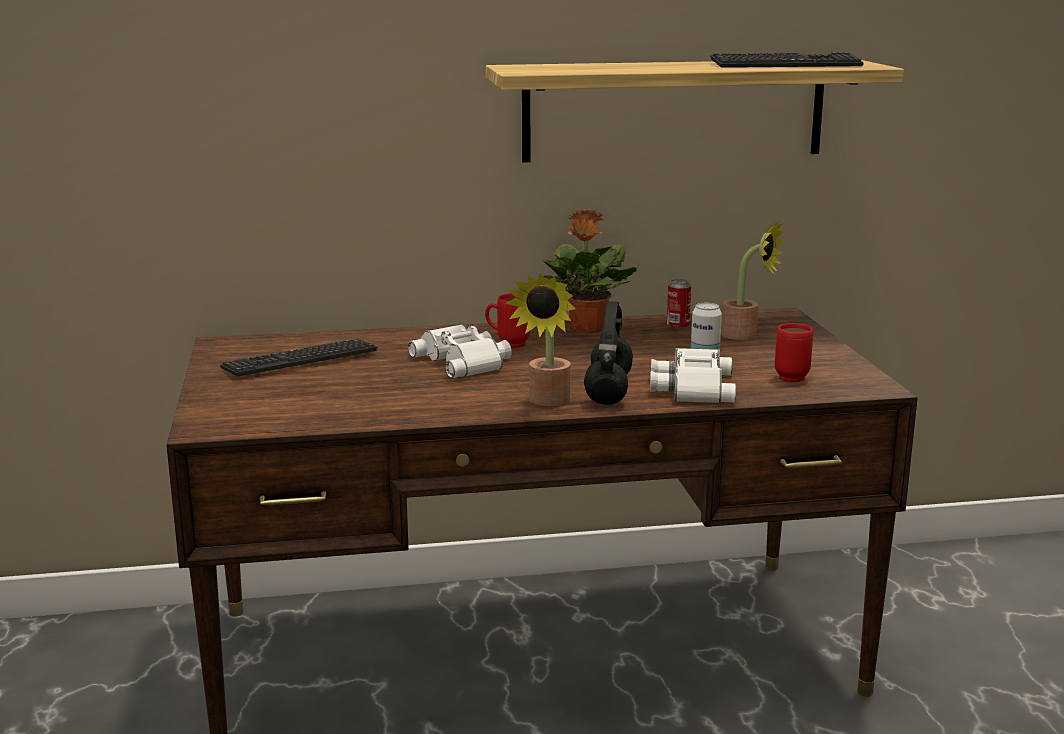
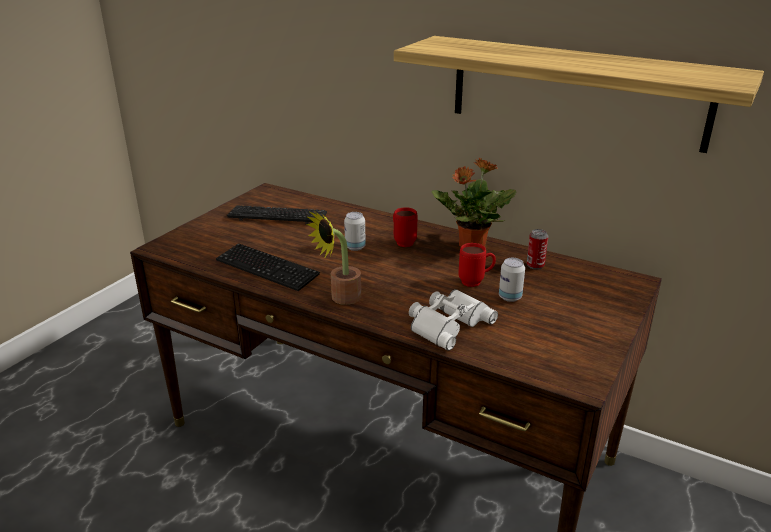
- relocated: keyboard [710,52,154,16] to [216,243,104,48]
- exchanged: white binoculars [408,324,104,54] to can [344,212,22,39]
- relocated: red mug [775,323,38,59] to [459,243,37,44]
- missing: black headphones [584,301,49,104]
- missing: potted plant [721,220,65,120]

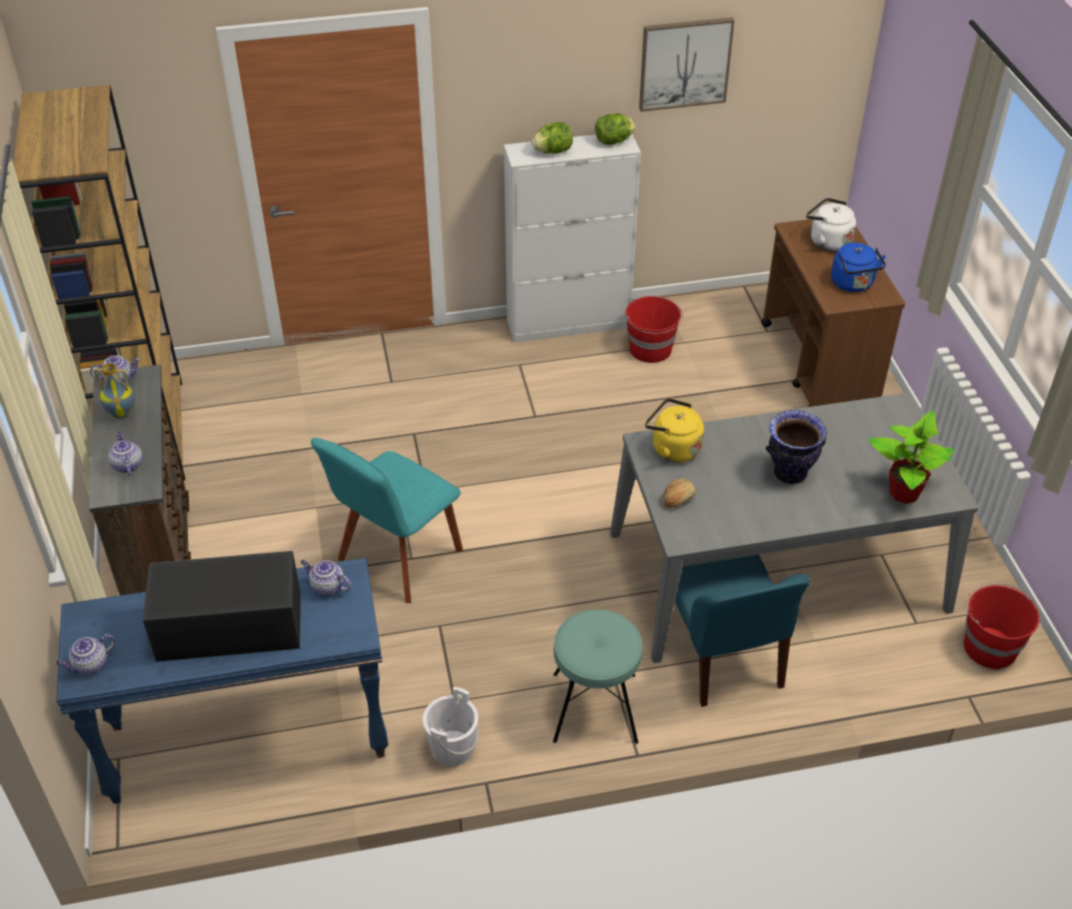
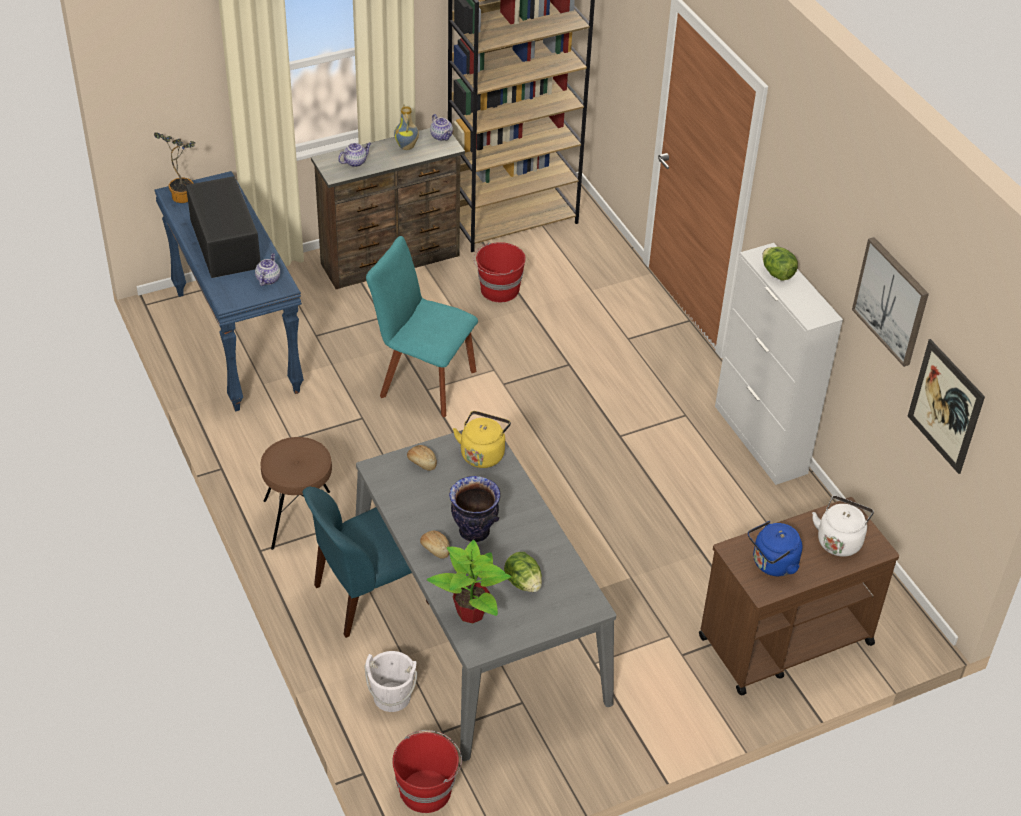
- exchanged: teapot [56,634,59,41] to potted plant [154,132,41,71]
- colour: turquoise stool [553,610,90,134] to brown stool [261,437,71,113]
- relocated: white bucket [423,687,56,79] to [365,651,52,61]
- appeared: bread [420,531,30,27]
- relocated: red bucket [626,296,57,67] to [474,242,52,60]
- relocated: lettuce [595,113,41,32] to [504,552,38,40]
- appeared: picture [908,339,77,135]

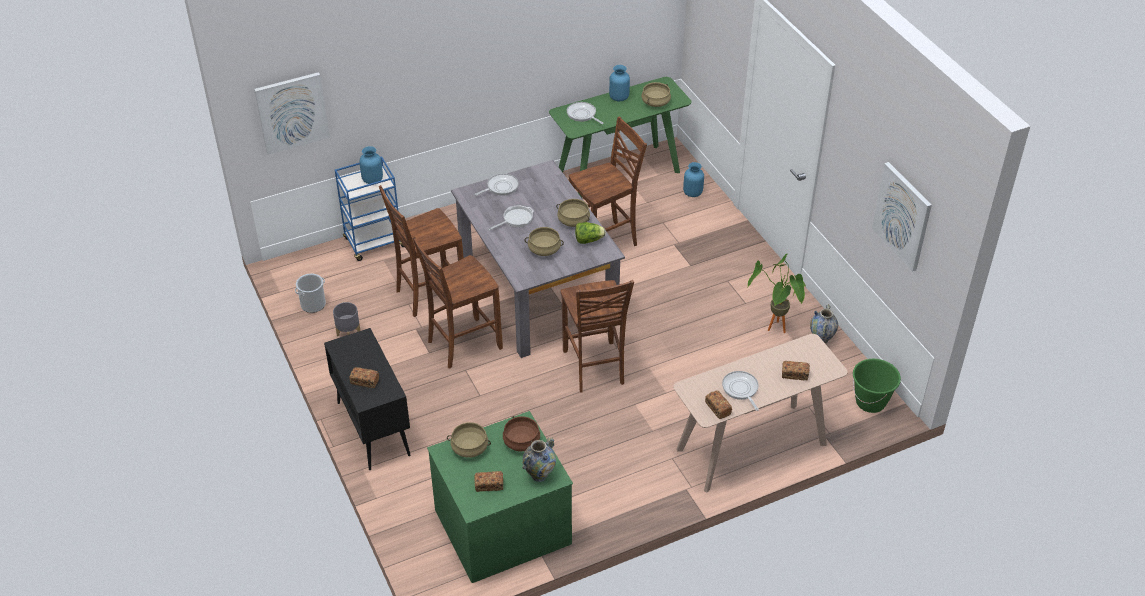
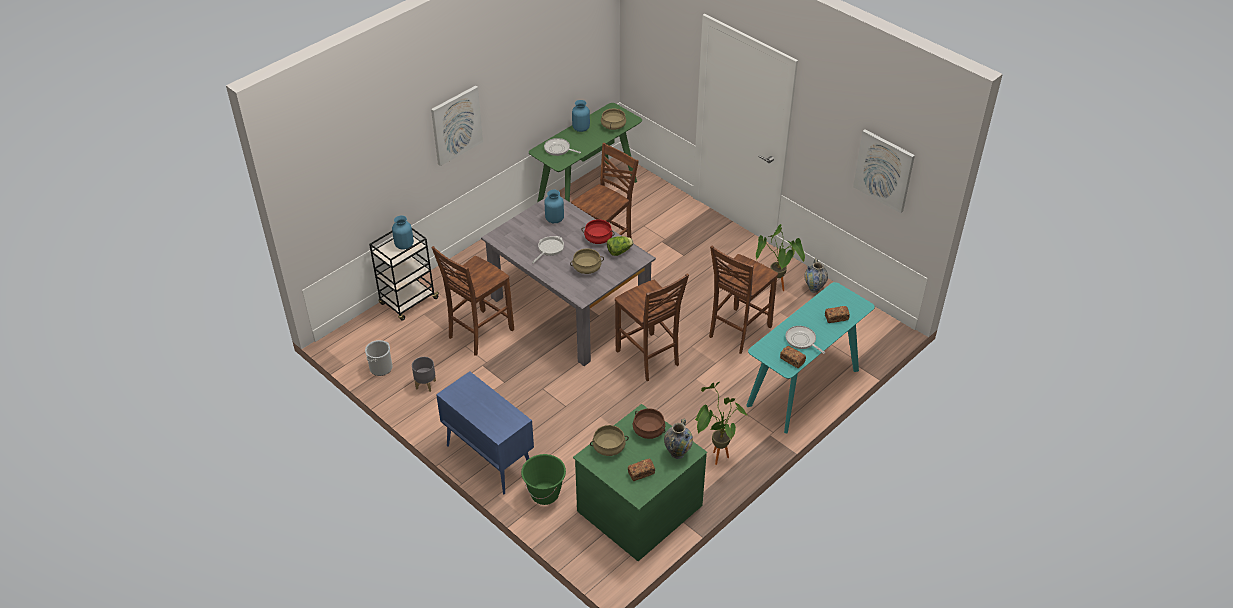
- colour: blue cart [335,156,69,105] to black cart [369,228,71,93]
- relocated: picture [254,72,76,82] to [431,86,52,80]
- colour: black cabinet [324,328,87,142] to blue cabinet [436,371,98,123]
- relocated: green bucket [853,359,48,54] to [521,454,45,51]
- relocated: blue vase [683,162,21,35] to [545,190,19,33]
- colour: beige cooking pot [556,199,34,28] to red cooking pot [582,219,32,25]
- appeared: potted plant [695,382,53,83]
- relocated: brown chair [412,235,91,134] to [709,246,69,108]
- colour: beige console table [673,334,175,159] to turquoise console table [746,282,129,151]
- missing: bread [349,367,30,21]
- missing: frying pan [475,173,44,23]

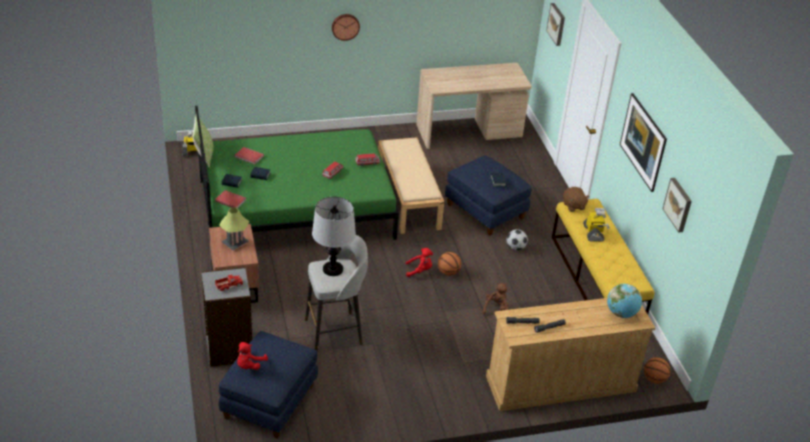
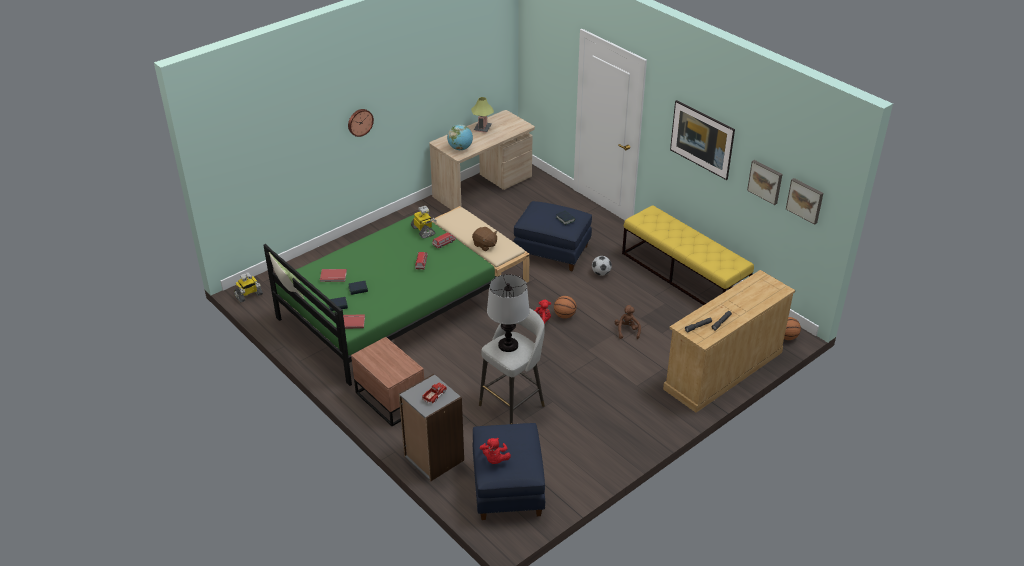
- relocated: toy robot [583,208,27,34] to [411,206,26,33]
- relocated: globe [607,284,35,34] to [447,125,26,25]
- relocated: table lamp [219,207,30,44] to [471,97,23,36]
- relocated: brown plush toy [563,187,27,25] to [472,227,25,24]
- relocated: picture [546,3,19,43] to [786,178,37,47]

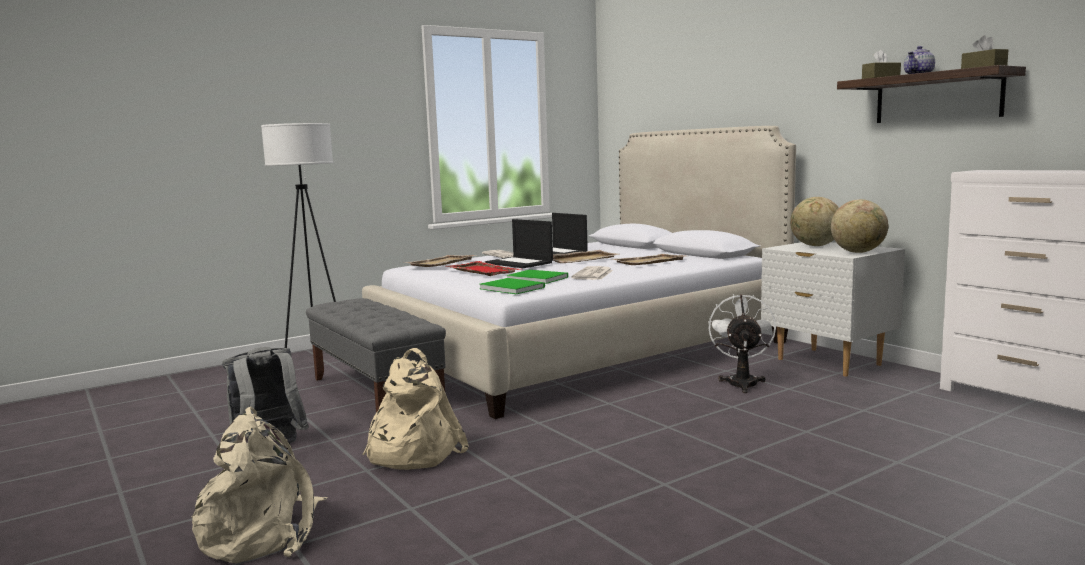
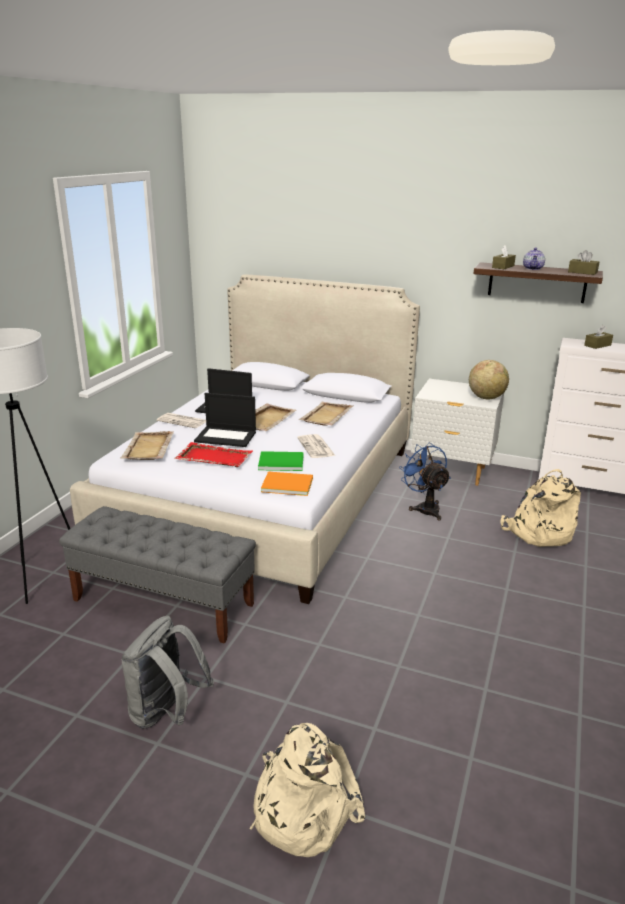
- colour: green book [480,278,65,16] to orange book [261,471,52,25]
- colour: white fan [709,294,67,99] to blue fan [399,442,52,79]
- relocated: beige backpack [362,348,106,122] to [501,469,80,78]
- appeared: brown tissue box [584,325,29,24]
- missing: globe [790,197,49,49]

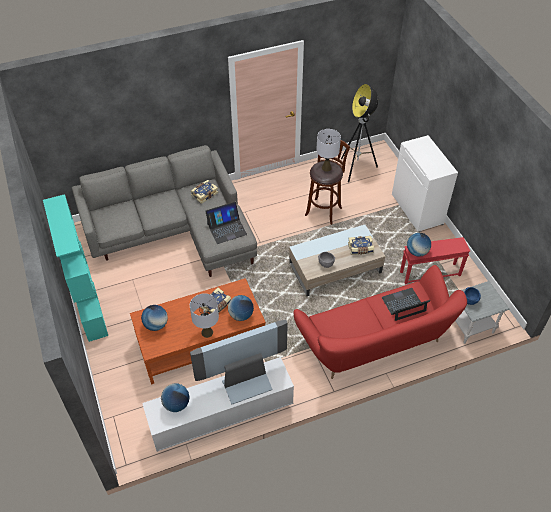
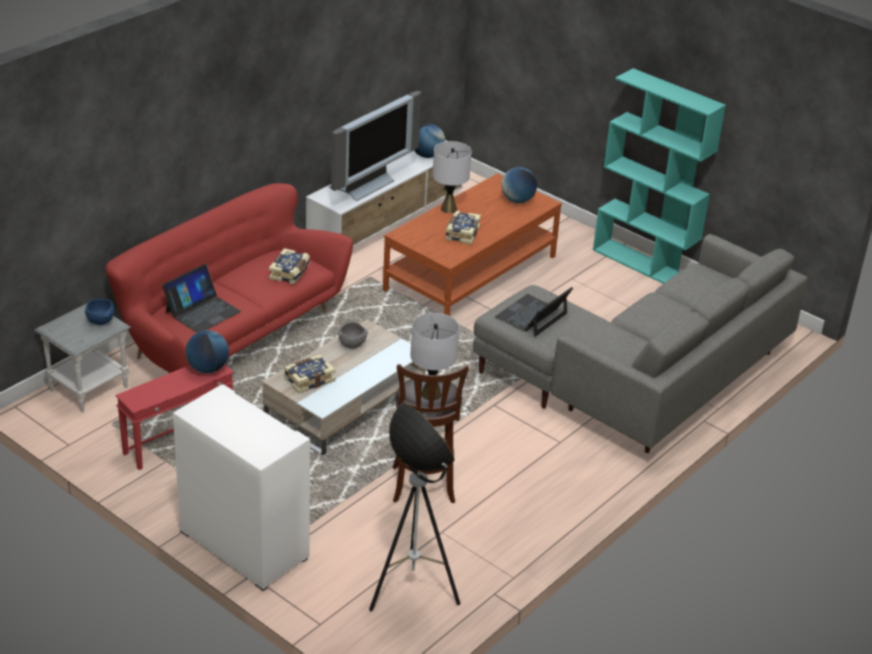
- relocated: book [191,180,27,24] to [269,248,41,37]
- missing: globe [228,295,26,26]

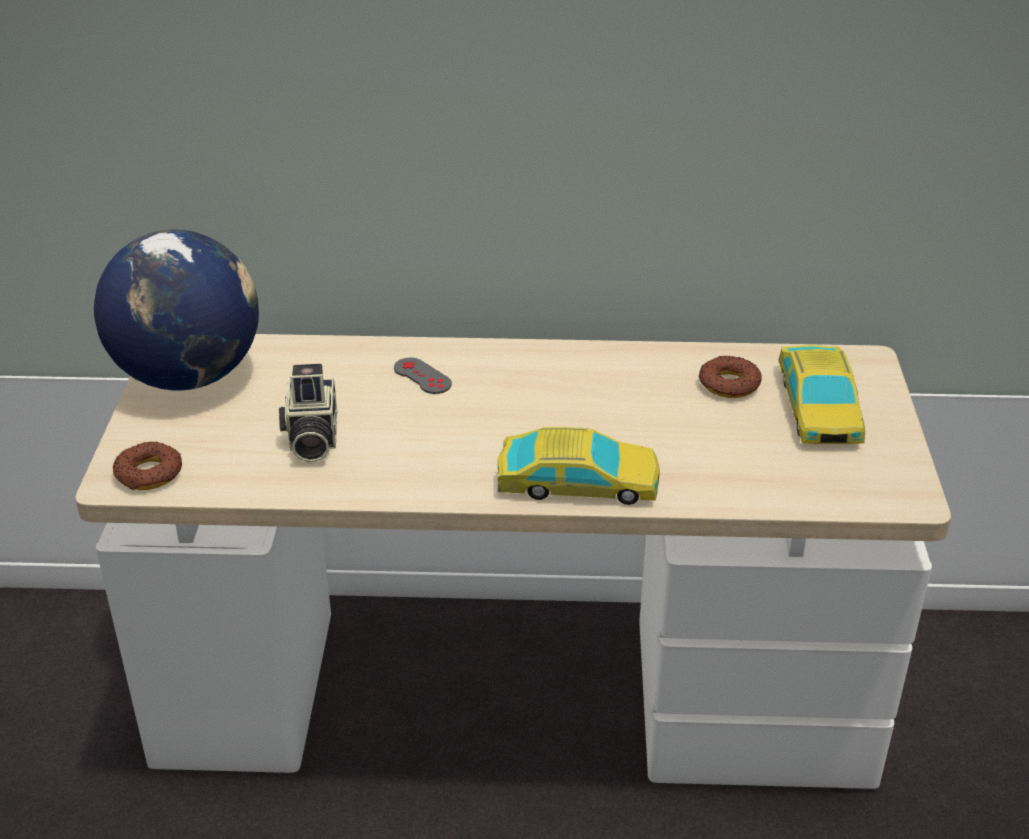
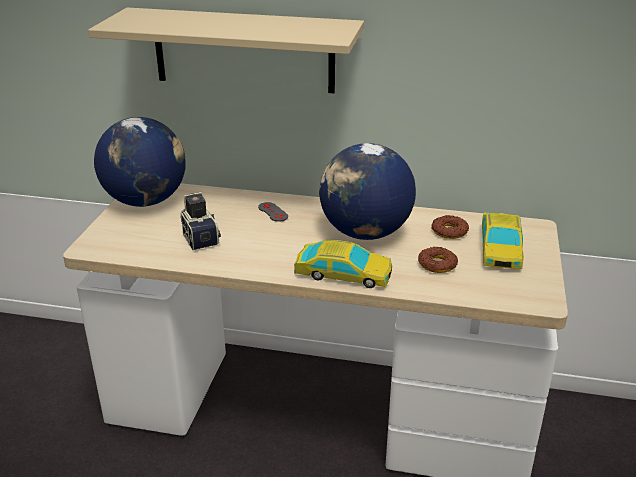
- appeared: beige shelf [88,8,276,85]
- spun: photo camera [279,364,59,98] = [180,192,41,58] 150 degrees clockwise
- appeared: globe [319,143,97,97]
- relocated: donut [113,441,69,49] to [418,247,40,26]

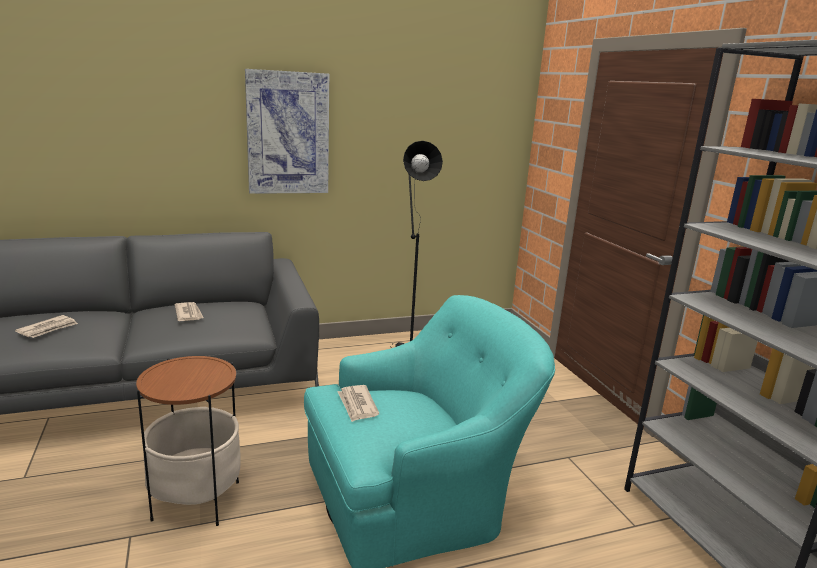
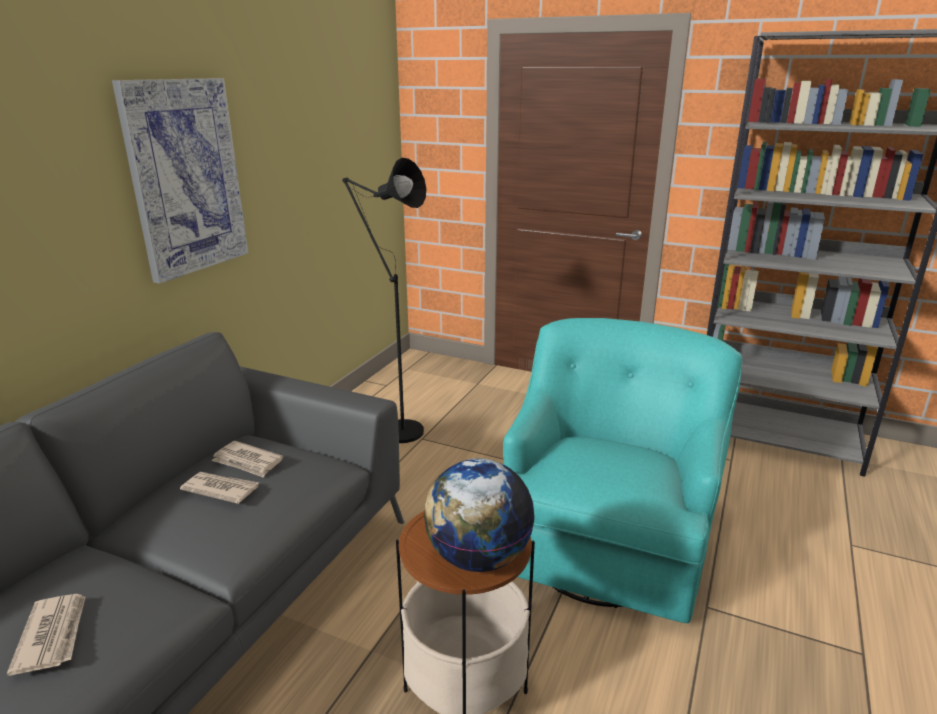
- relocated: newspaper [338,385,41,37] to [212,441,71,37]
- appeared: globe [424,458,111,114]

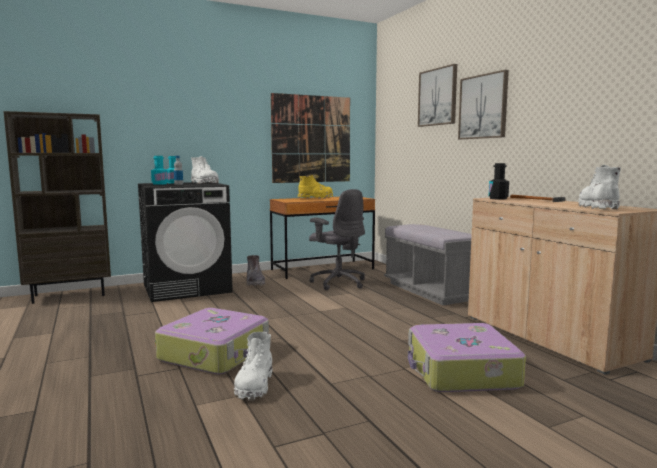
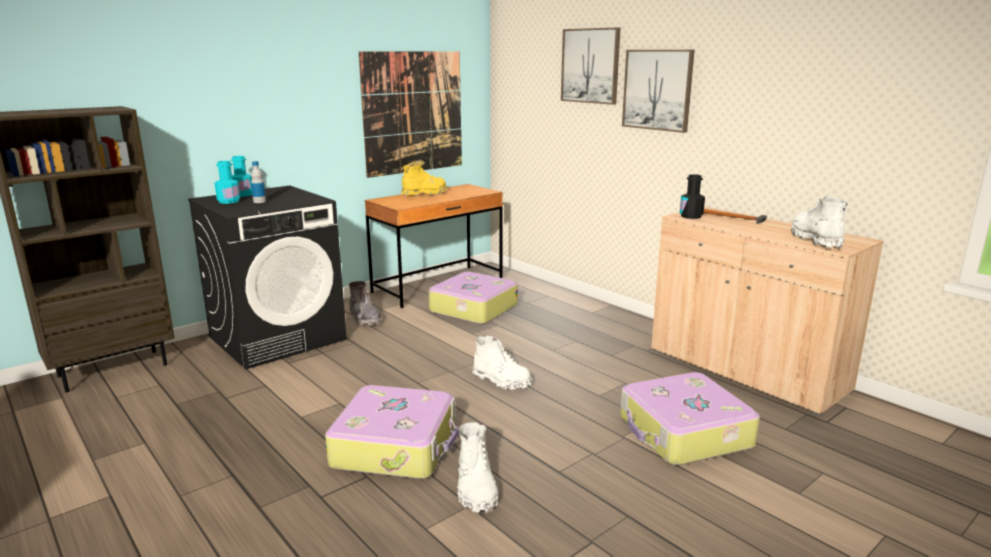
- exchanged: grey office chair [309,189,56,101] to suitcase [429,272,89,53]
- relocated: white boot [191,156,28,28] to [472,336,60,54]
- missing: grey bench [384,224,88,81]

